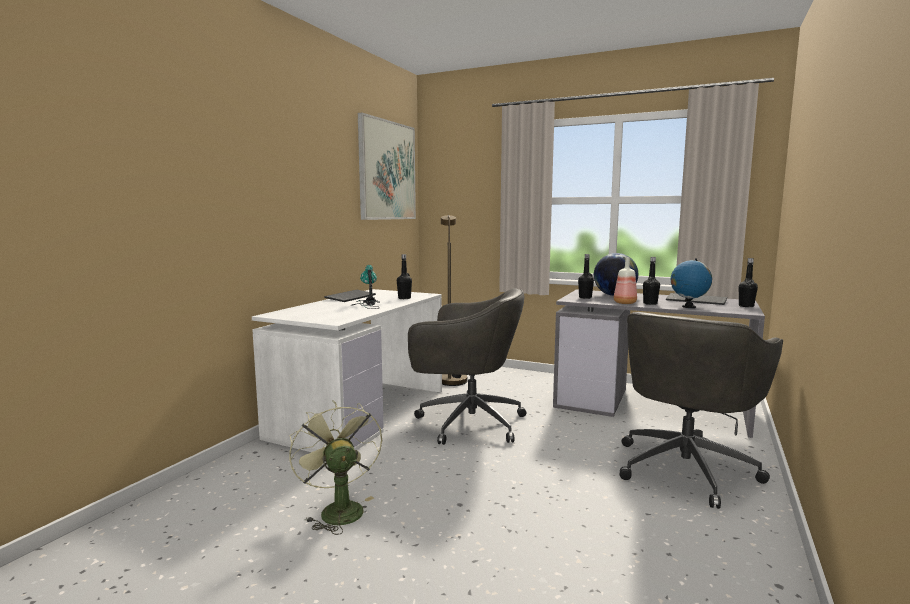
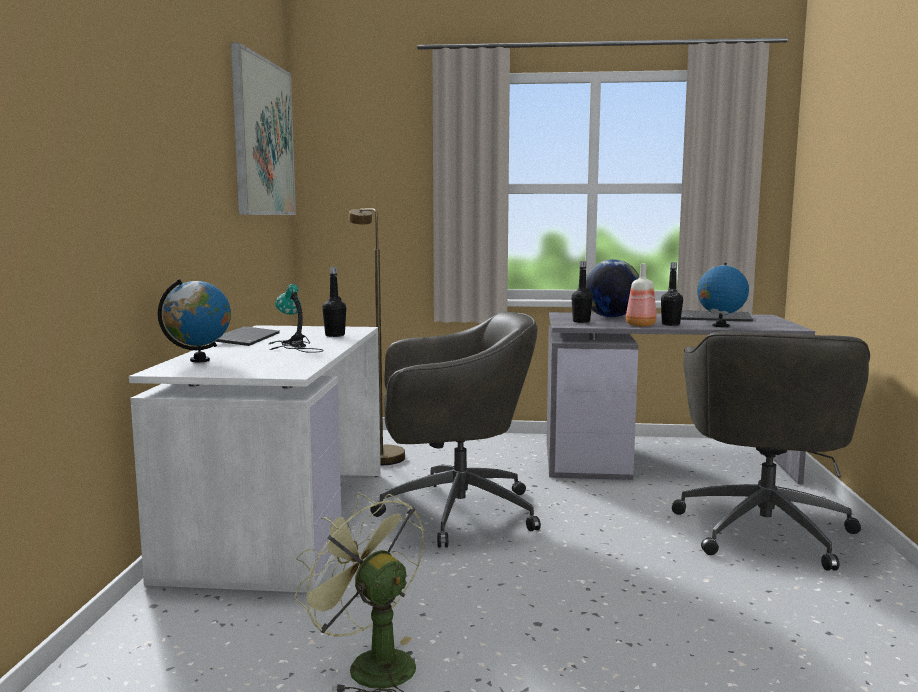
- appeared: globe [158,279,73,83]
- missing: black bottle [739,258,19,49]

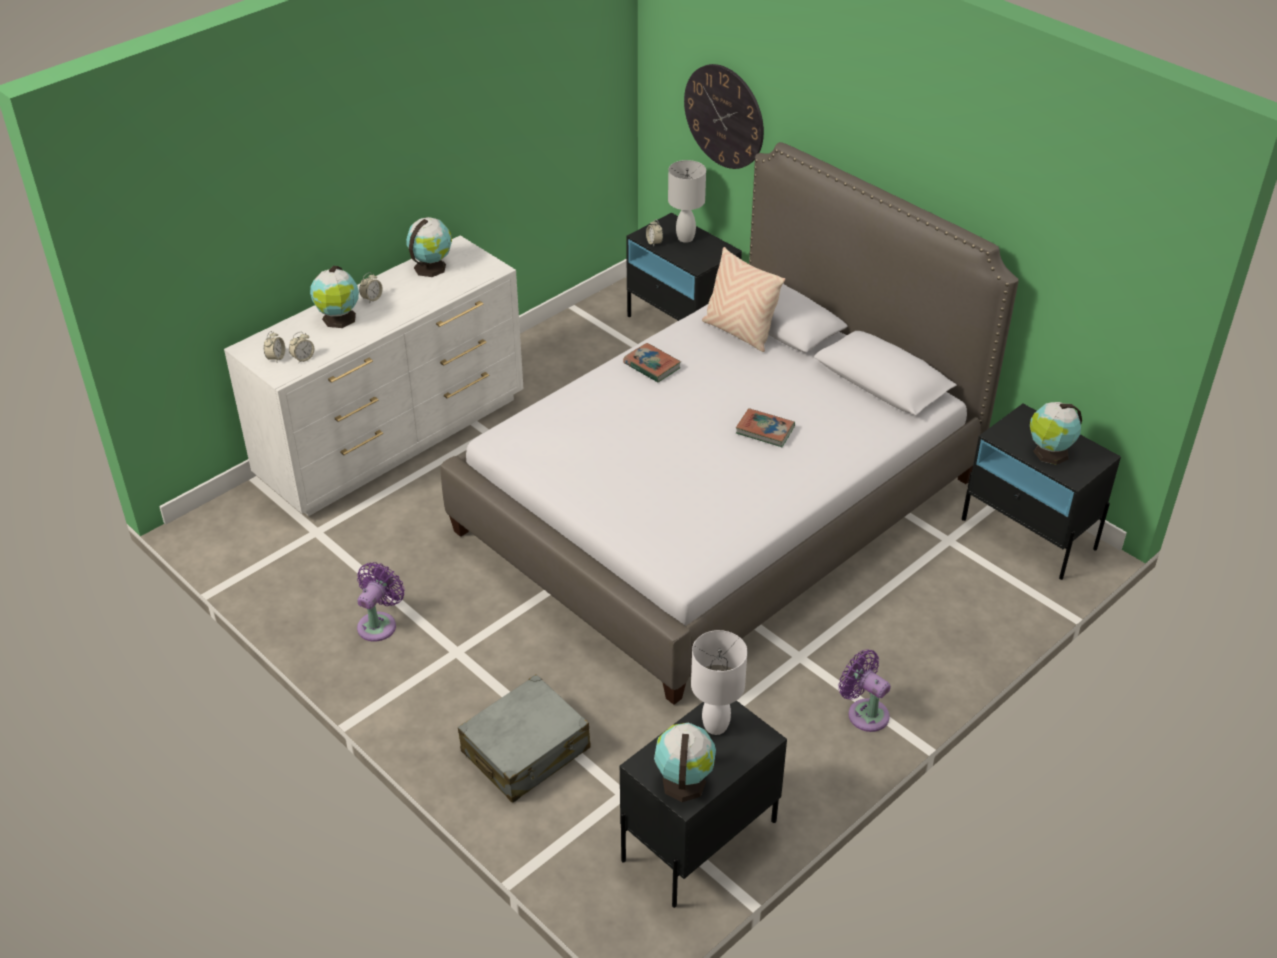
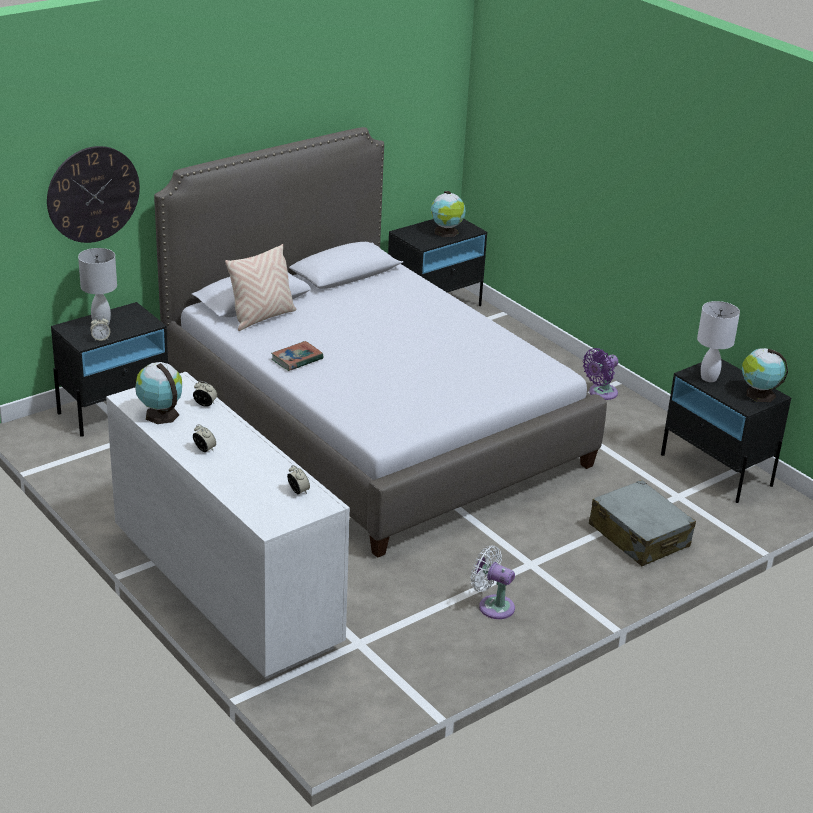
- relocated: alarm clock [264,331,21,31] to [193,381,24,26]
- colour: purple fan [357,562,48,80] to white fan [471,545,44,74]
- missing: globe [310,266,49,62]
- missing: book [736,408,59,39]

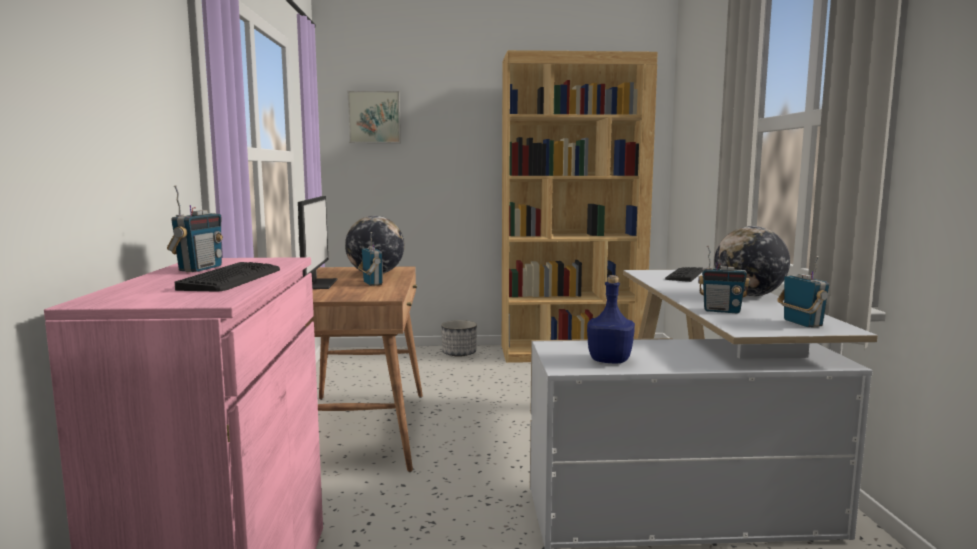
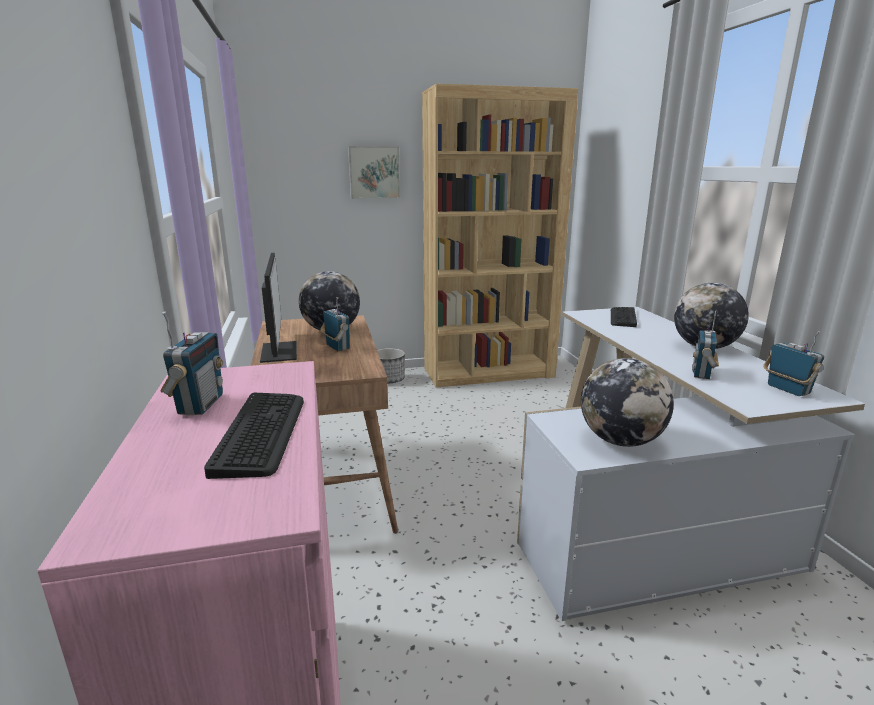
- relocated: picture [348,91,53,52] to [348,146,52,53]
- exchanged: blue bottle [587,275,48,88] to globe [581,358,93,89]
- spun: radio [698,246,52,67] = [692,311,27,68] 105 degrees clockwise

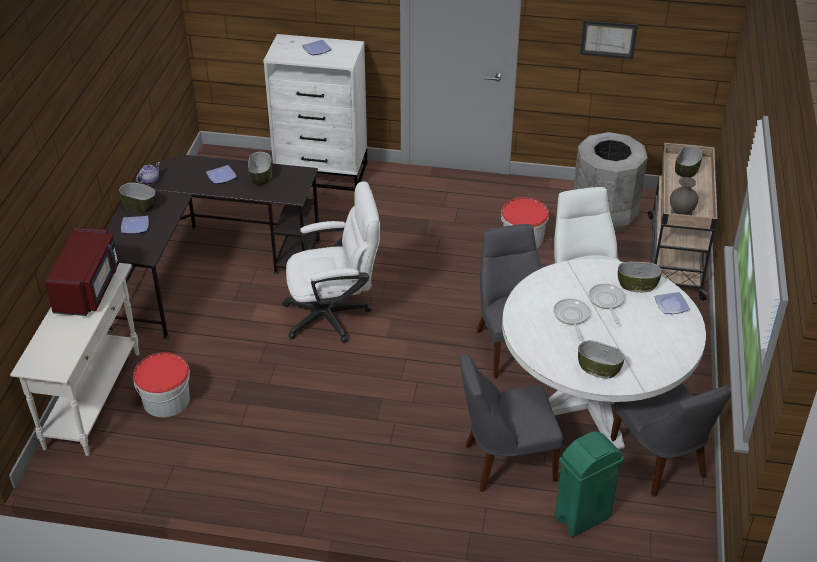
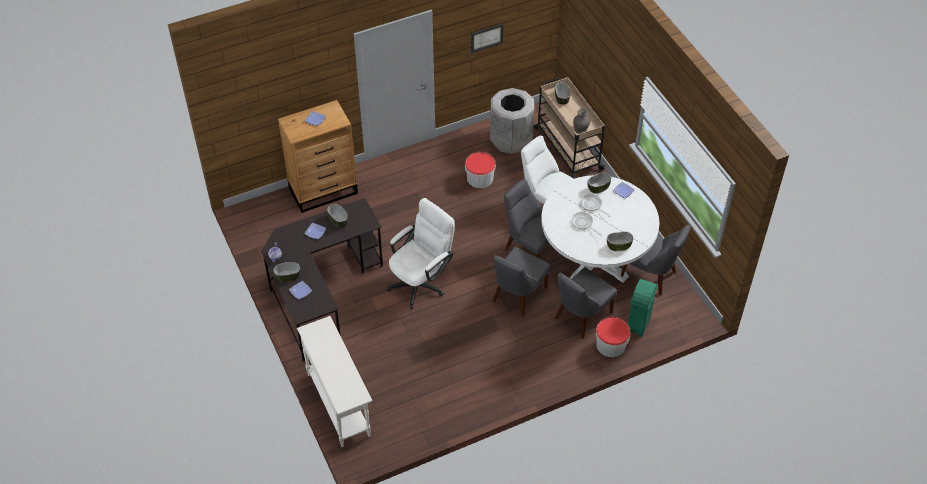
- colour: white dresser [263,34,104,157] to brown dresser [278,100,80,113]
- appeared: grey chair [493,247,57,70]
- relocated: bucket [133,352,57,65] to [596,317,35,40]
- missing: red microwave [45,227,74,89]

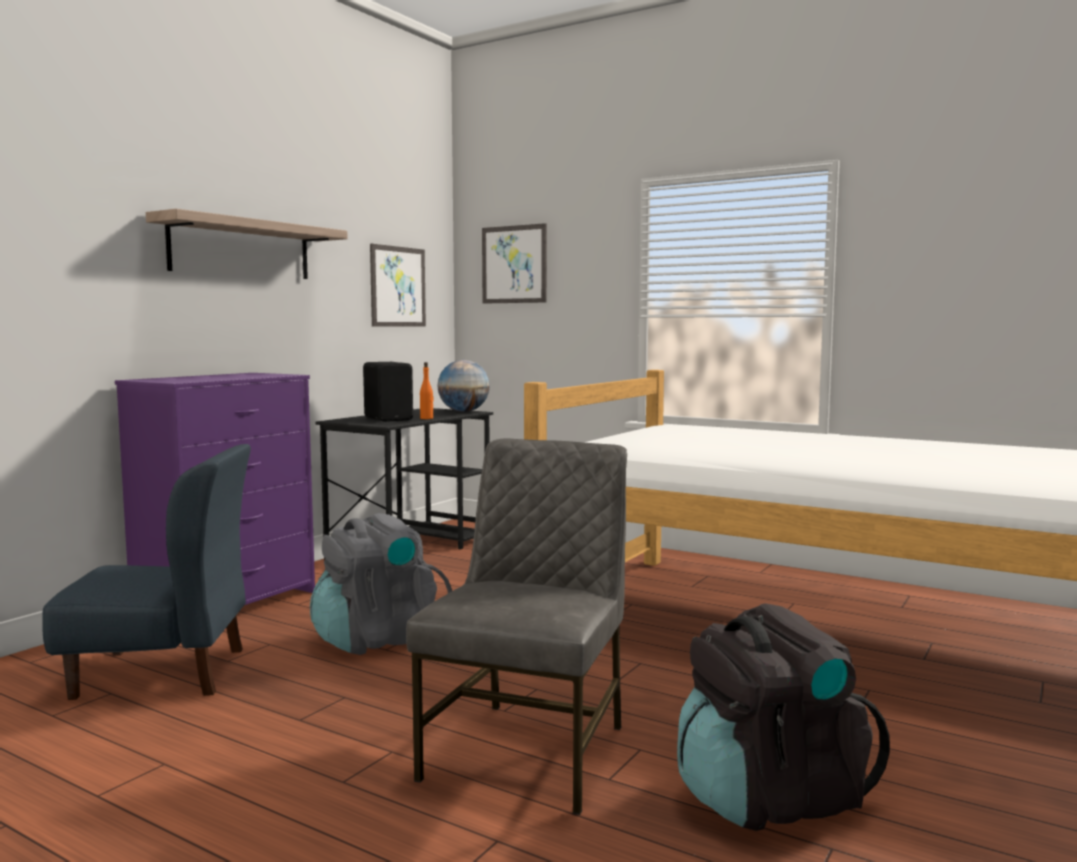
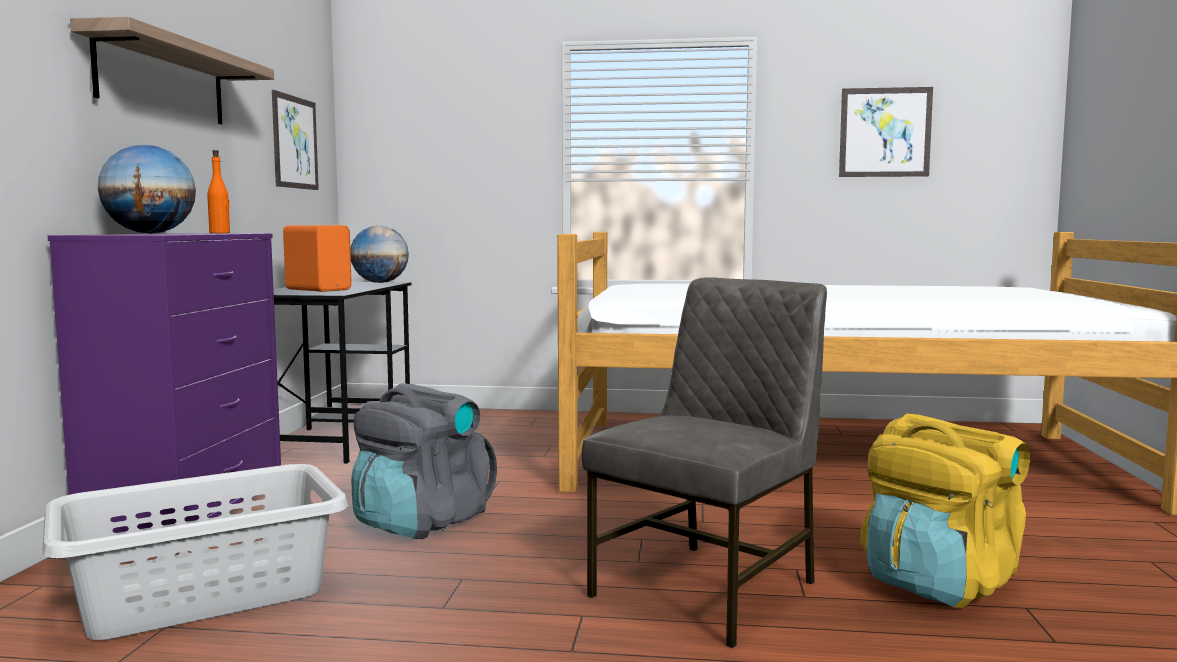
- exchanged: blue chair [42,444,209,256] to grey laundry basket [42,464,306,176]
- appeared: globe [98,145,98,89]
- relocated: orange bottle [420,362,14,57] to [207,150,23,83]
- colour: black speaker [363,362,50,60] to orange speaker [283,225,69,67]
- spun: grey chair [406,439,221,376] = [582,277,245,371] 45 degrees clockwise
- relocated: picture [482,223,65,81] to [839,87,94,90]
- colour: black backpack [677,603,213,228] to yellow backpack [860,413,170,195]

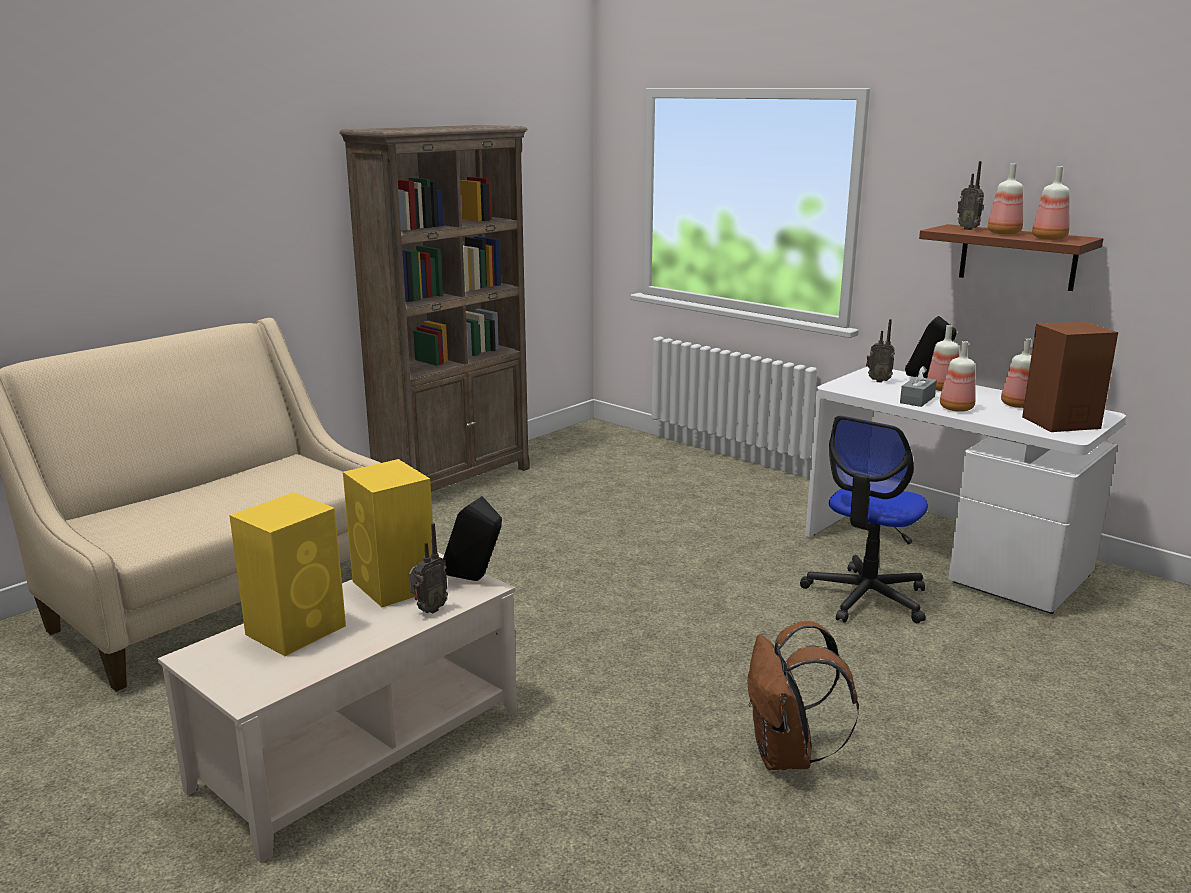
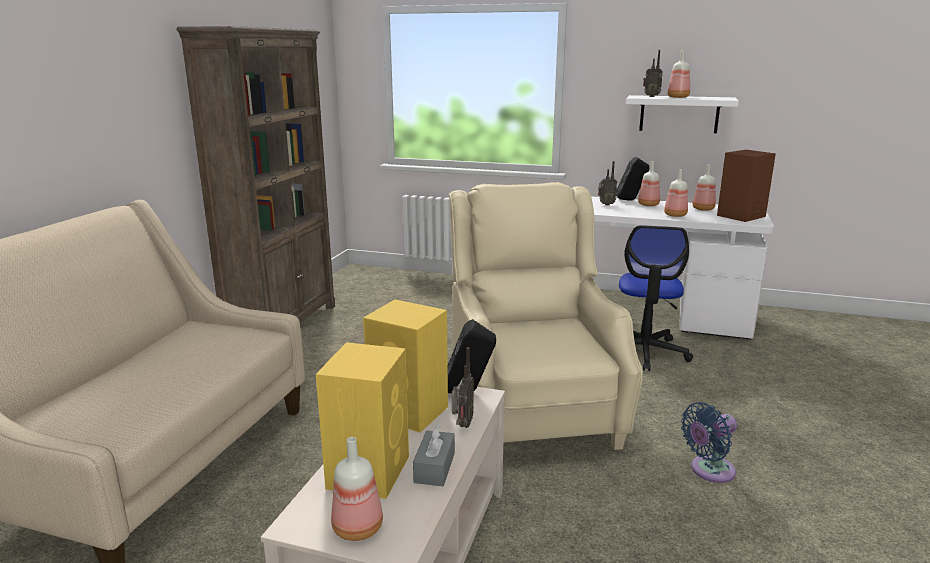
- relocated: bottle [1032,166,38,74] to [331,437,52,104]
- relocated: grey tissue box [900,366,37,41] to [413,424,42,62]
- appeared: beige armchair [448,182,195,268]
- colour: brown shelf [919,224,184,67] to white shelf [626,95,113,38]
- exchanged: brown backpack [747,621,112,149] to blue fan [681,402,56,81]

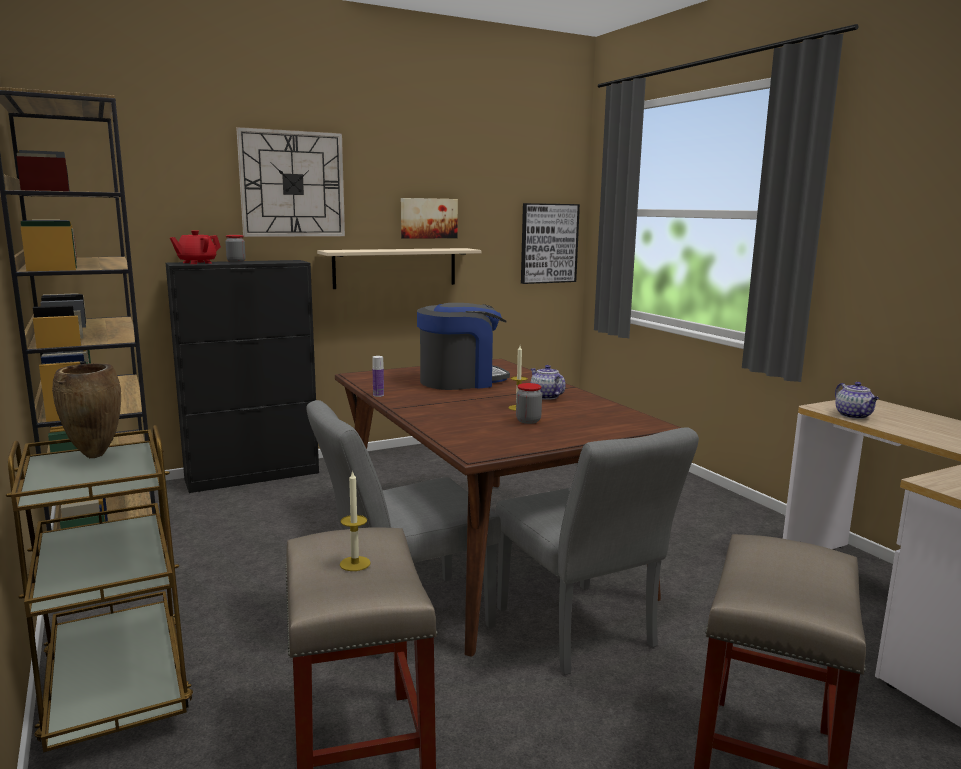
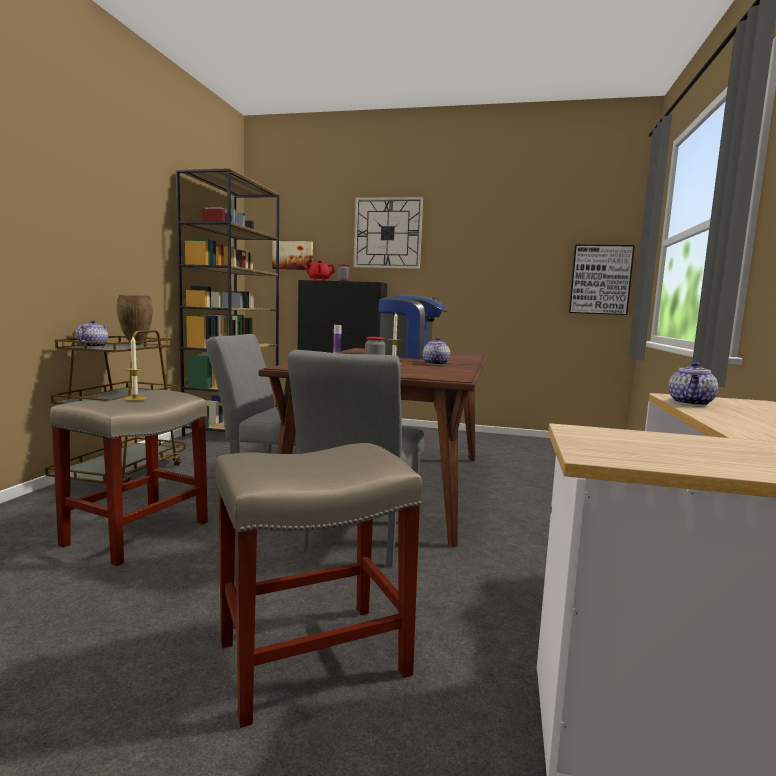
- appeared: teapot [76,320,32,27]
- relocated: picture [401,198,57,41] to [272,241,41,29]
- missing: beige shelf [317,248,164,41]

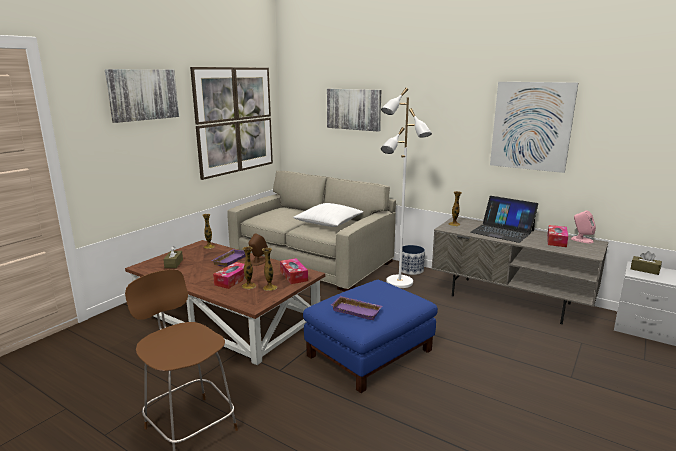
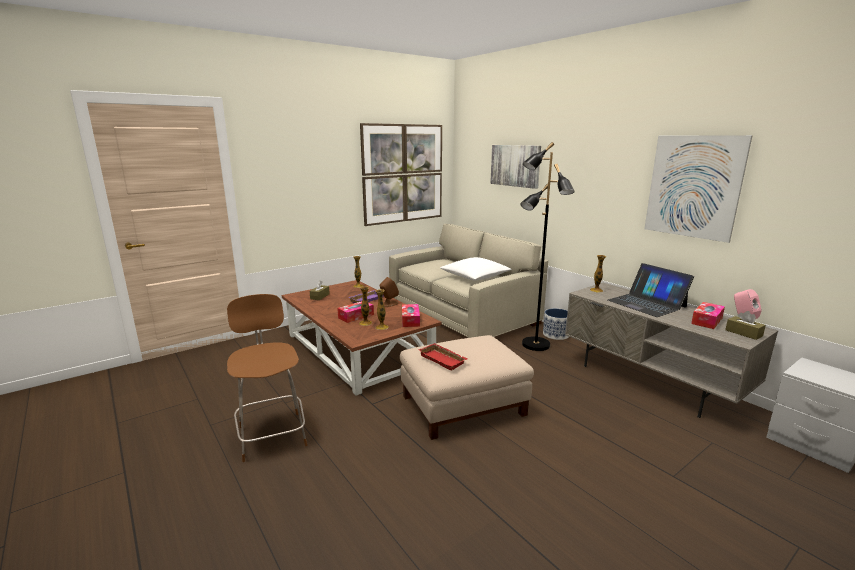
- colour: blue ottoman [303,280,135,113] to beige ottoman [400,335,134,105]
- colour: purple tray [331,296,52,24] to red tray [418,343,49,28]
- colour: white floor lamp [381,88,51,200] to black floor lamp [520,142,55,209]
- relocated: brown tissue box [631,251,31,24] to [725,311,41,29]
- missing: picture [105,69,74,54]

